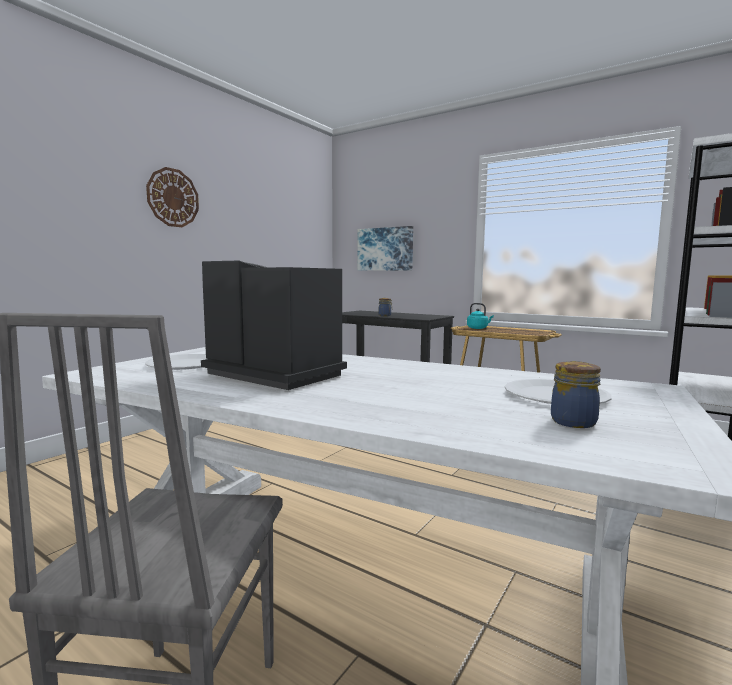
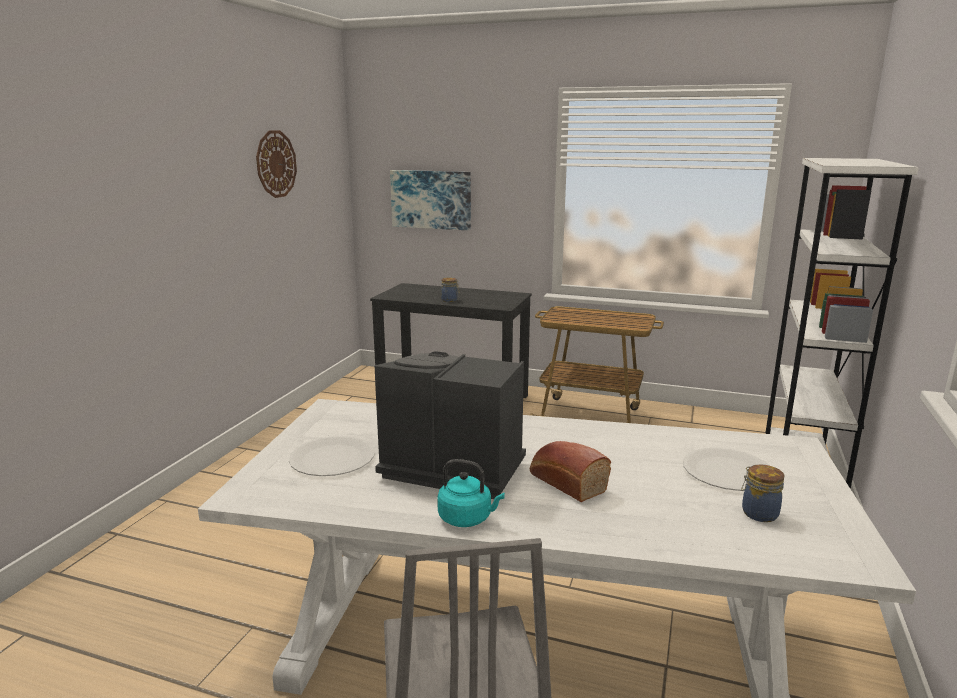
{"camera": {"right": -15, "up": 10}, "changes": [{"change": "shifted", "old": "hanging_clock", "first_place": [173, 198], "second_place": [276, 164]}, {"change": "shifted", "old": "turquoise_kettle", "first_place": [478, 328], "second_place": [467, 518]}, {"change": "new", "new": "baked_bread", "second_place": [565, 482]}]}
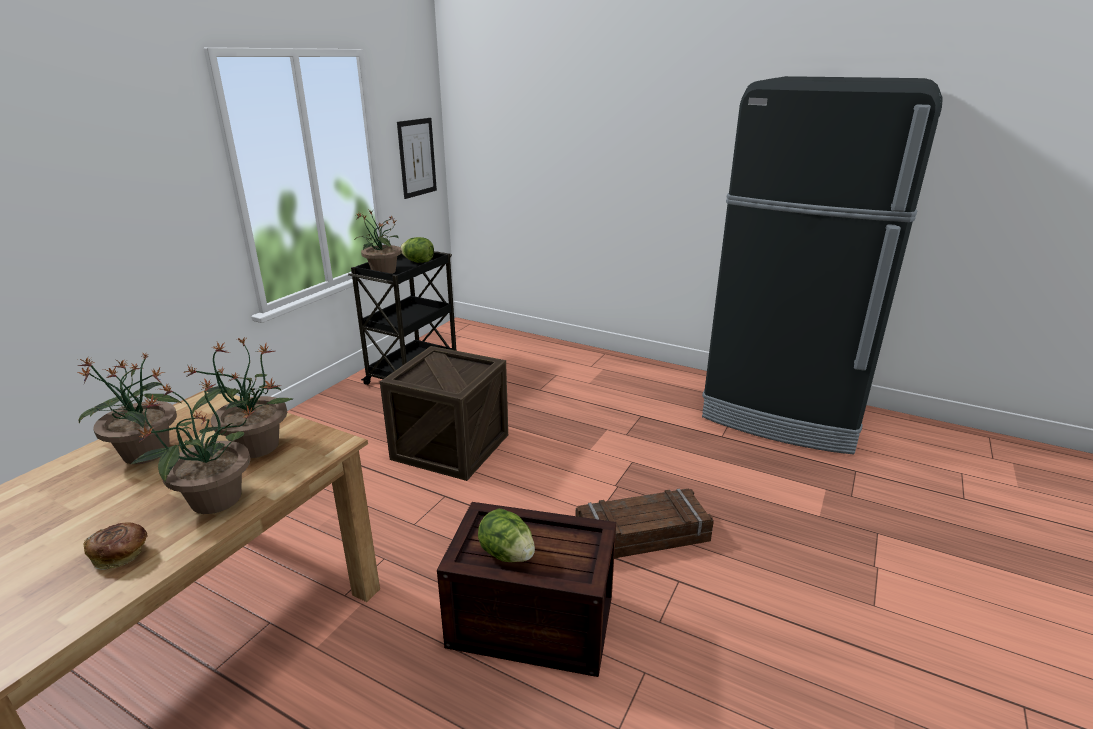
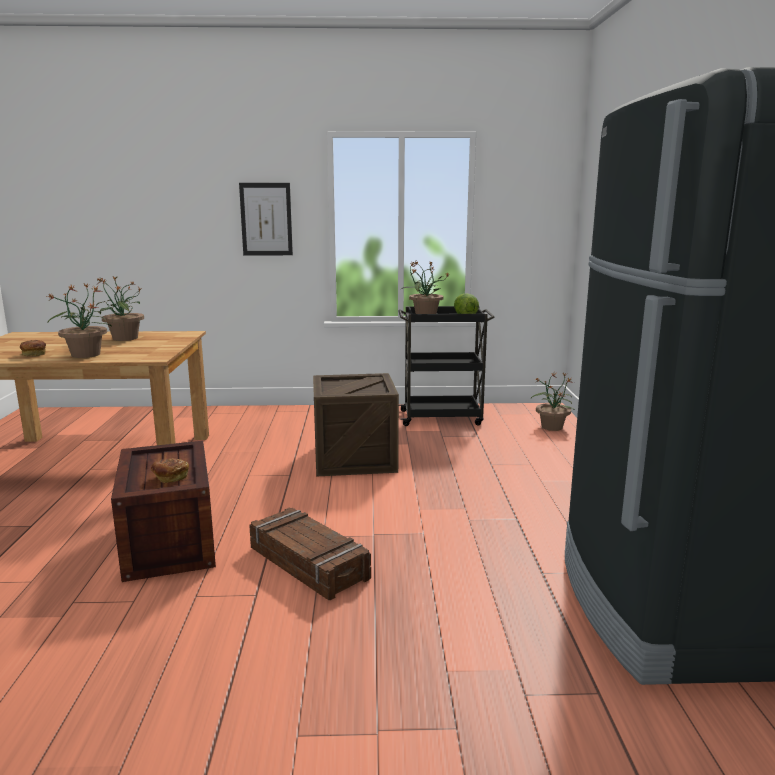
{"camera": {"right": 60, "up": -10}, "changes": [{"change": "shifted", "old": "picture", "first_place": [417, 158], "second_place": [266, 219]}, {"change": "shifted", "old": "plant_in_a_pot", "first_place": [256, 446], "second_place": [551, 427]}, {"change": "gone", "old": "head_of_lettuce", "first_place": [507, 554]}, {"change": "new", "new": "baked_bread", "second_place": [170, 477]}]}
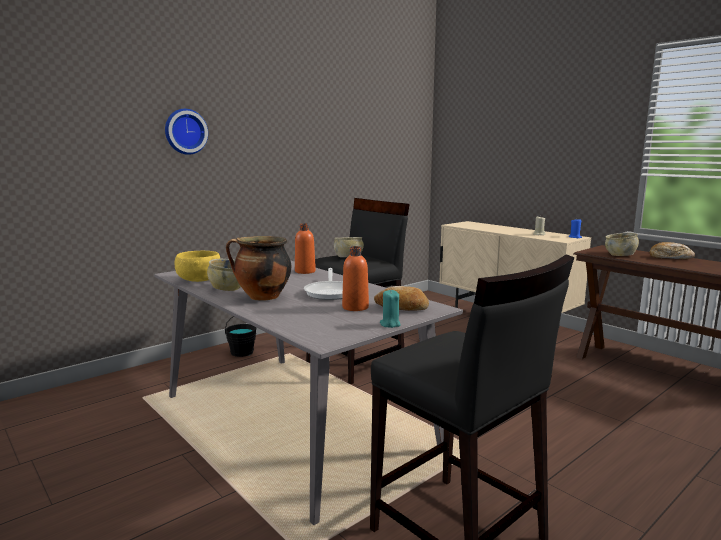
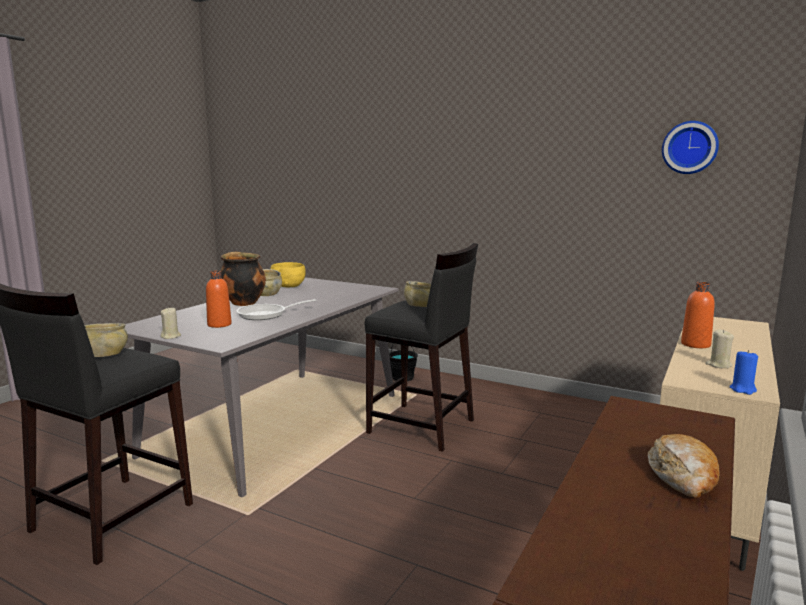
{"camera": {"right": 70, "up": 0}, "changes": [{"change": "shifted", "old": "hanging_clock", "first_place": [185, 131], "second_place": [690, 147]}, {"change": "shifted", "old": "orange_bottle", "first_place": [305, 271], "second_place": [695, 344]}, {"change": "shifted", "old": "beige_deep_dish", "first_place": [620, 255], "second_place": [105, 355]}, {"change": "gone", "old": "baked_bread", "first_place": [401, 307]}, {"change": "repainted", "old": "turquoise_wax_light", "new": "beige_wax_light", "first_place": [390, 324], "second_place": [171, 336]}]}
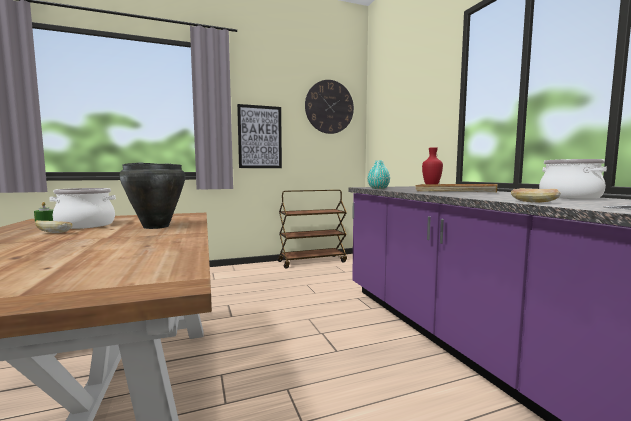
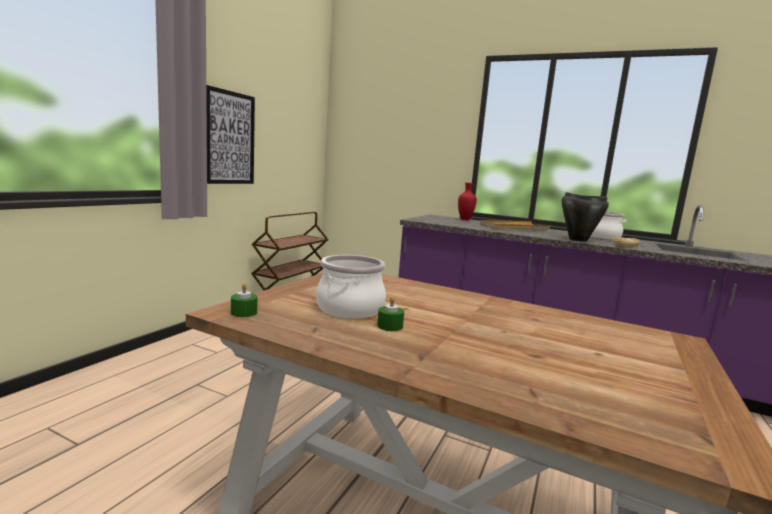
{"camera": {"right": -45, "up": 5}, "changes": [{"change": "gone", "old": "hanging_clock", "first_place": [329, 107]}, {"change": "gone", "old": "turquoise_decorative_vase", "first_place": [378, 188]}, {"change": "shifted", "old": "blackish_stockpot", "first_place": [156, 226], "second_place": [577, 240]}, {"change": "swapped", "old": "baked_bread", "new": "green_wax_light", "first_place": [54, 233], "second_place": [390, 326]}]}
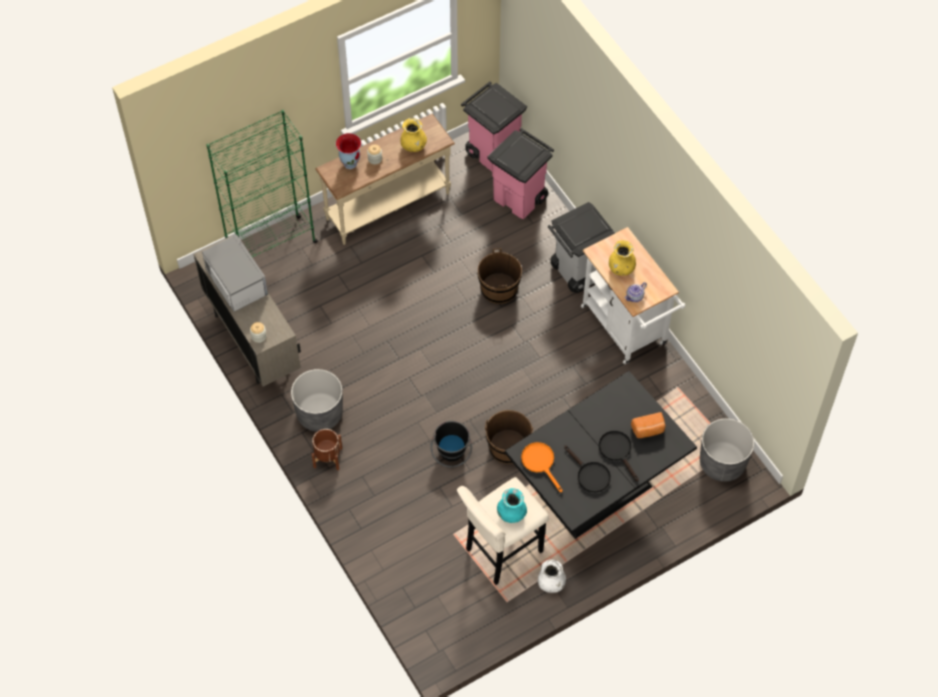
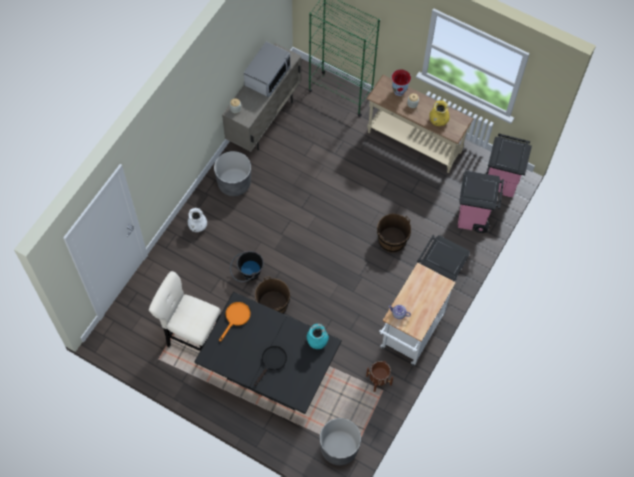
{"camera": {"right": 60, "up": 5}, "changes": [{"change": "gone", "old": "yellowish_decorative_vase", "first_place": [621, 268]}, {"change": "gone", "old": "baked_bread", "first_place": [648, 430]}, {"change": "shifted", "old": "brown-coloured_flower_pot", "first_place": [327, 458], "second_place": [378, 380]}, {"change": "gone", "old": "blackish_skillet", "first_place": [590, 475]}, {"change": "shifted", "old": "turquoise_decorative_vase", "first_place": [511, 514], "second_place": [317, 341]}, {"change": "shifted", "old": "white-coloured_decorative_vase", "first_place": [551, 583], "second_place": [198, 226]}]}
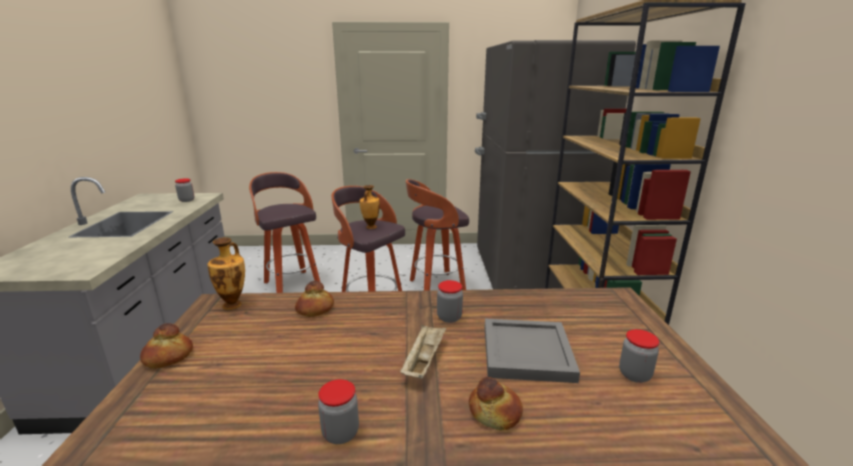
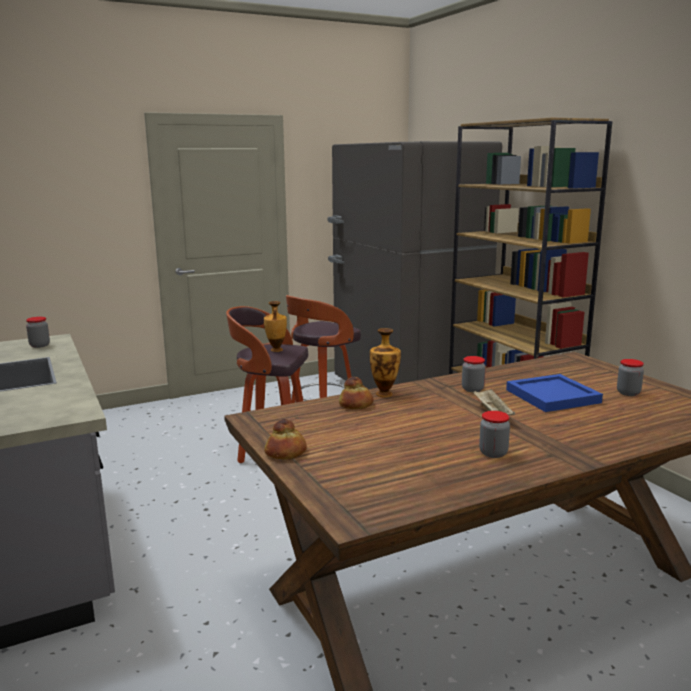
{"camera": {"right": -25, "up": -5}, "changes": [{"change": "gone", "old": "stool_seat", "first_place": [291, 284]}, {"change": "shifted", "old": "decorative_vase", "first_place": [233, 304], "second_place": [384, 393]}, {"change": "repainted", "old": "greyish_carrying_tray", "new": "blue_carrying_tray", "first_place": [528, 352], "second_place": [552, 395]}, {"change": "gone", "old": "baked_bread", "first_place": [495, 412]}]}
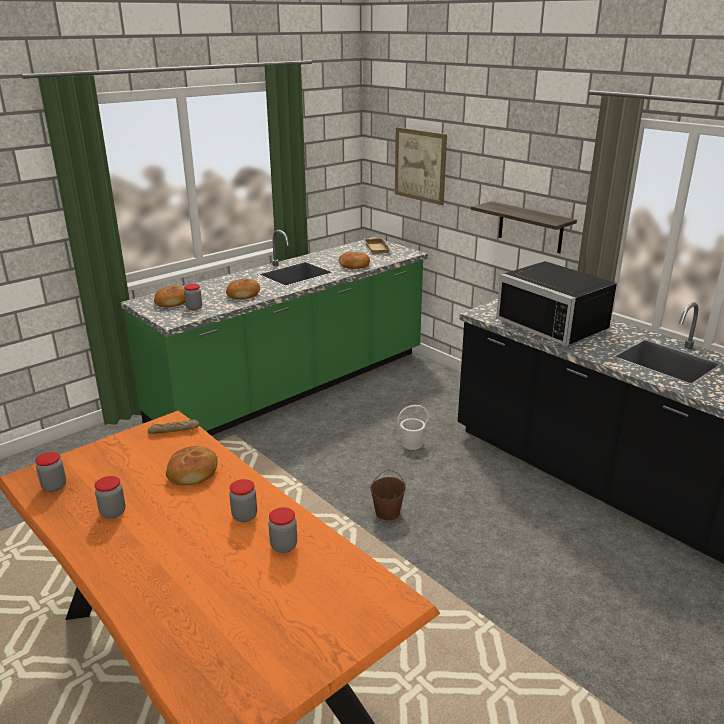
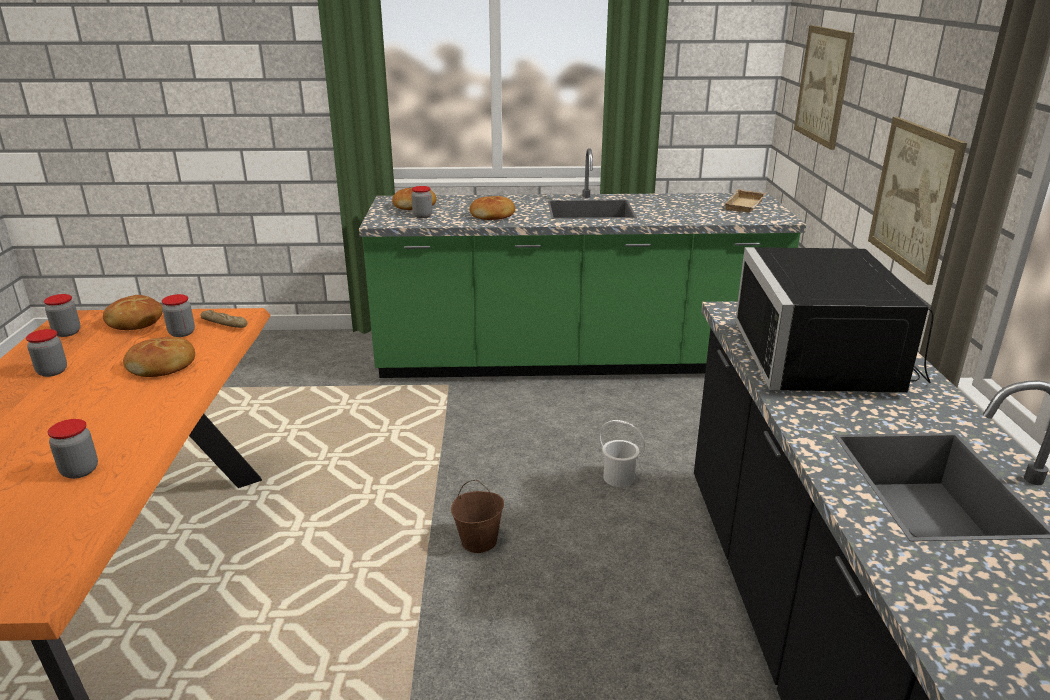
{"camera": {"right": 40, "up": 0}, "changes": [{"change": "swapped", "old": "bracket_shelf", "new": "picture", "first_place": [530, 227], "second_place": [914, 197]}, {"change": "shifted", "old": "baked_bread", "first_place": [354, 265], "second_place": [135, 322]}, {"change": "shifted", "old": "preserve_jar", "first_place": [244, 516], "second_place": [182, 333]}]}
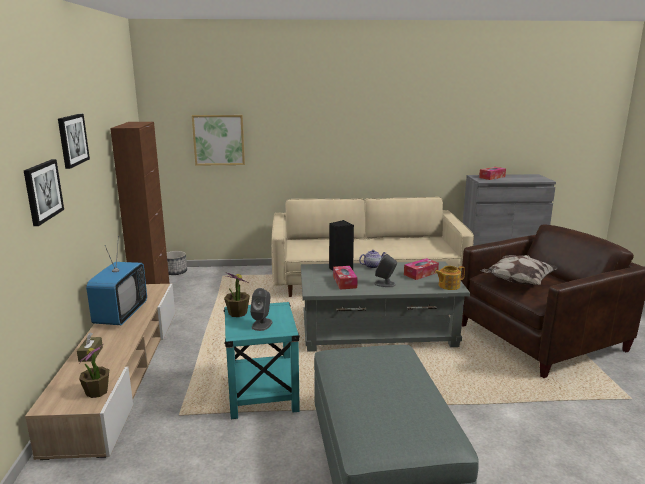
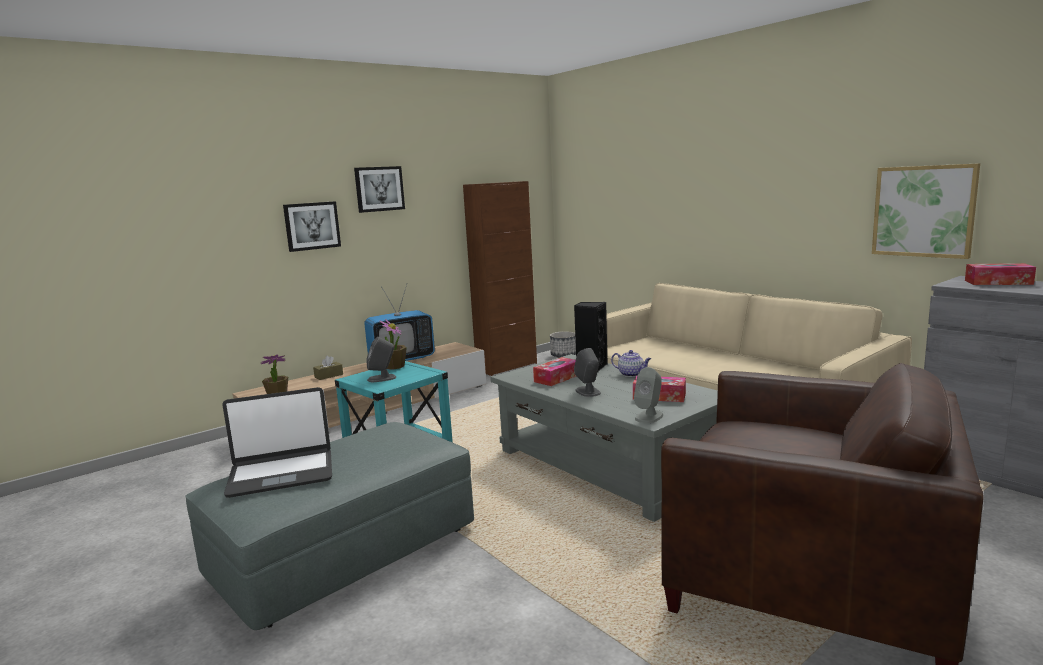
{"camera": {"right": 55, "up": -5}, "changes": [{"change": "shifted", "old": "picture", "first_place": [219, 140], "second_place": [923, 211]}, {"change": "gone", "old": "pillow", "first_place": [517, 282]}, {"change": "swapped", "old": "pot_for_tea", "new": "greyish_loudspeaker", "first_place": [448, 286], "second_place": [649, 416]}, {"change": "new", "new": "notebook_computer", "second_place": [281, 474]}]}
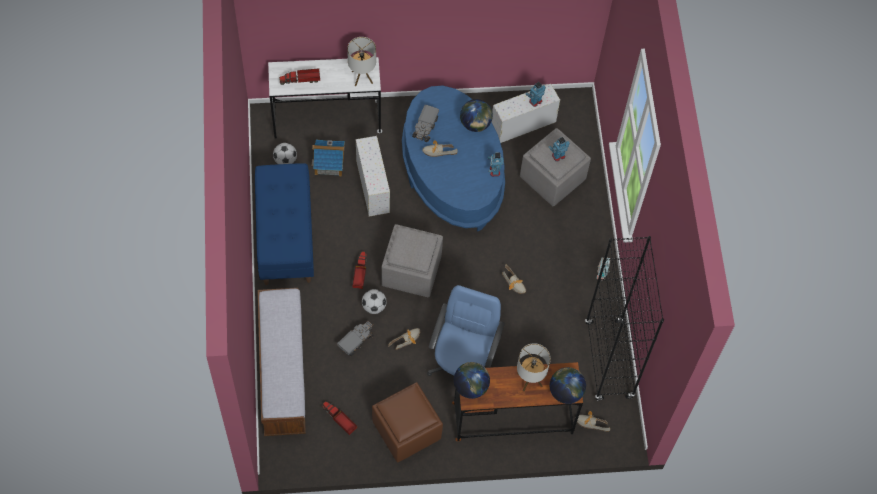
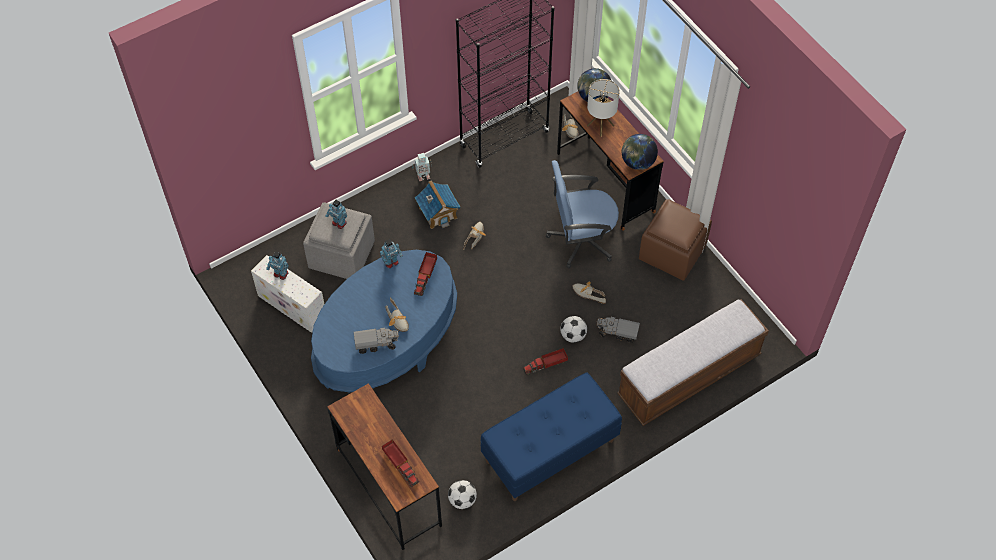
{"camera": {"right": -115, "up": -5}, "changes": [{"change": "gone", "old": "tabletop_lamp", "first_place": [362, 77]}, {"change": "repainted", "old": "white-coloured_desk", "new": "brown-coloured_desk", "first_place": [327, 119], "second_place": [388, 487]}, {"change": "gone", "old": "desk_globe", "first_place": [475, 124]}, {"change": "gone", "old": "white-coloured_storage_box", "first_place": [372, 185]}, {"change": "shifted", "old": "model_house", "first_place": [329, 163], "second_place": [438, 212]}, {"change": "gone", "old": "greyish_pouffe", "first_place": [412, 271]}, {"change": "shifted", "old": "model_truck", "first_place": [339, 419], "second_place": [425, 276]}]}
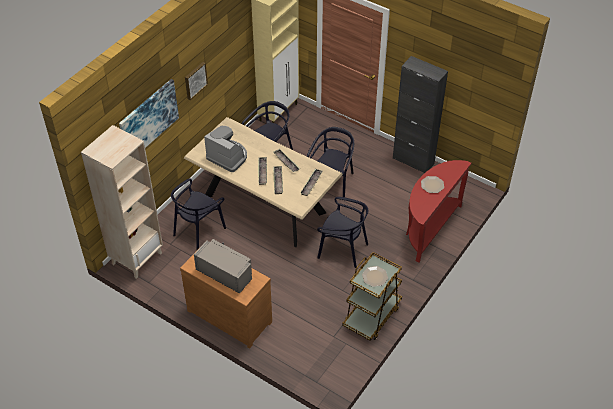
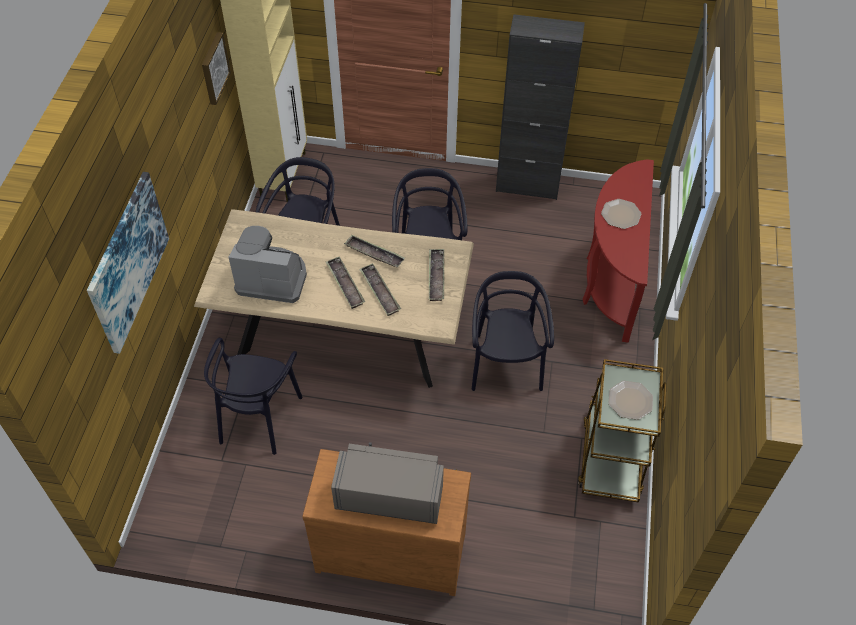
{"camera": {"right": -25, "up": 5}, "changes": [{"change": "shifted", "old": "picture", "first_place": [195, 80], "second_place": [213, 68]}, {"change": "gone", "old": "beige_bookcase", "first_place": [137, 258]}, {"change": "rotated", "old": "blackish_chair", "first_place": [342, 249], "second_place": [505, 363], "degrees": -90}]}
